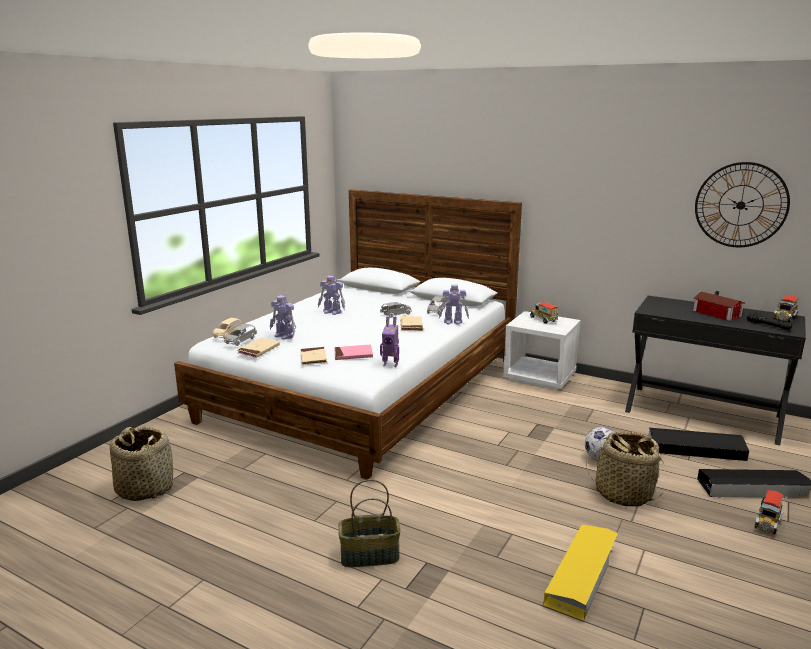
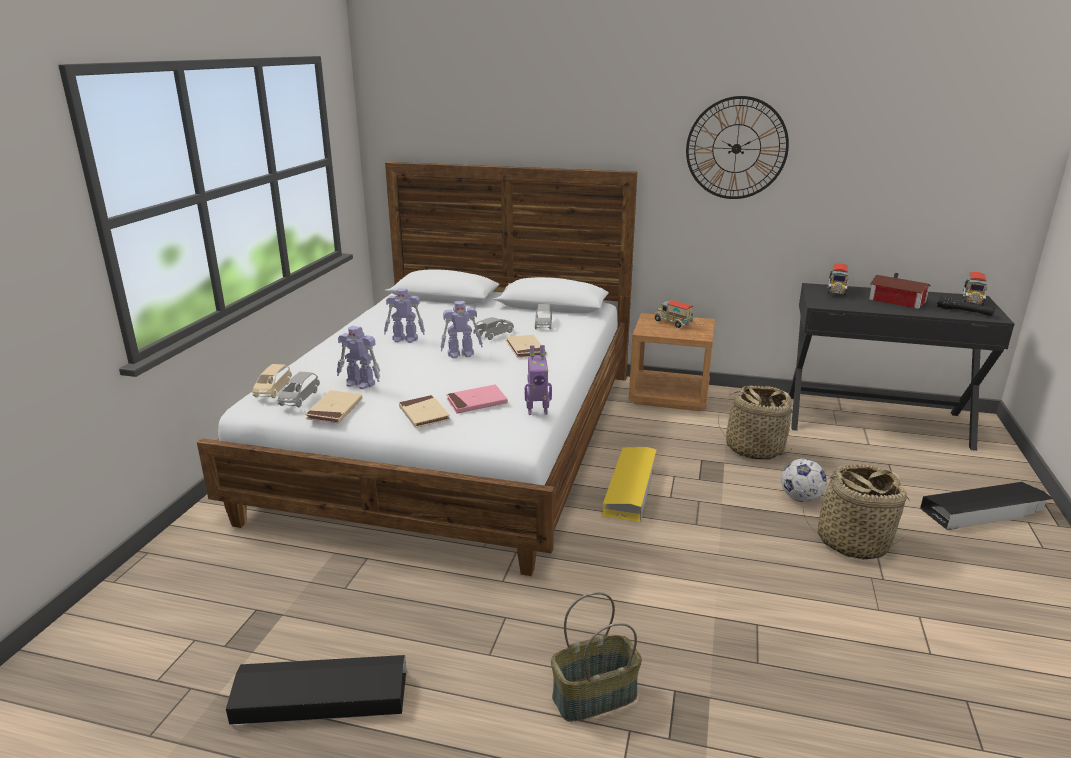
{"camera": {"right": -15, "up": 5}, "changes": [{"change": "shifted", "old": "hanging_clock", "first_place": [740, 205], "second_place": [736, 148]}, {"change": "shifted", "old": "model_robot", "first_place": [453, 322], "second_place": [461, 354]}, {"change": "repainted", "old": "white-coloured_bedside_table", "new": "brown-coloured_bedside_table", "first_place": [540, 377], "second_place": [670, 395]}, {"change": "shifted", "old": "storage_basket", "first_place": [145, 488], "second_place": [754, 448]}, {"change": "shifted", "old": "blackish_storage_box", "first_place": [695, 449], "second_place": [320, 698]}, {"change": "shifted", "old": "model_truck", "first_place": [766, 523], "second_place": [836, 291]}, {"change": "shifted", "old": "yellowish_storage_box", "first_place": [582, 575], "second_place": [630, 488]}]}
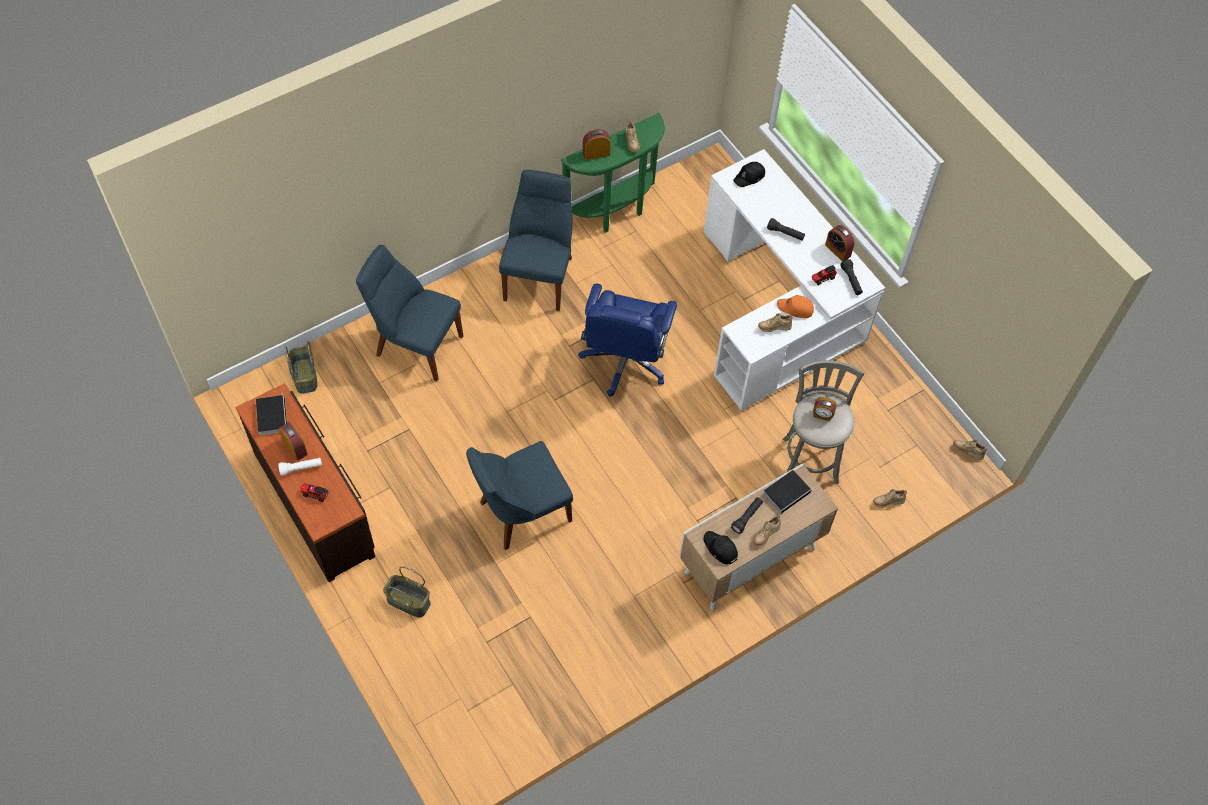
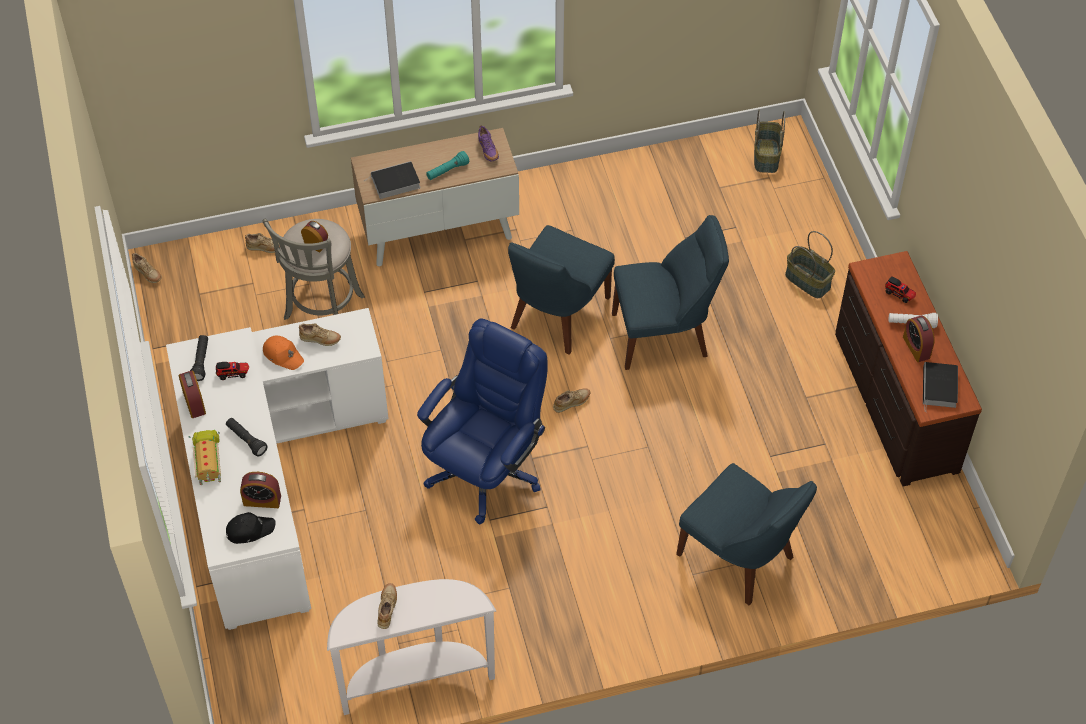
{"camera": {"right": -160, "up": -5}, "changes": [{"change": "repainted", "old": "green_console_table", "new": "white-coloured_console_table", "first_place": [616, 212], "second_place": [415, 679]}, {"change": "shifted", "old": "bedside_clock", "first_place": [596, 153], "second_place": [262, 500]}, {"change": "shifted", "old": "blue_chair", "first_place": [540, 275], "second_place": [557, 315]}, {"change": "shifted", "old": "storage_basket", "first_place": [304, 376], "second_place": [767, 156]}, {"change": "repainted", "old": "blackish_hand_torch", "new": "turquoise_hand_torch", "first_place": [747, 517], "second_place": [447, 171]}, {"change": "shifted", "old": "beige_shoe", "first_place": [765, 535], "second_place": [572, 403]}, {"change": "swapped", "old": "blackish_baseball_cap", "new": "purple-coloured_shoe", "first_place": [720, 549], "second_place": [488, 151]}, {"change": "new", "new": "model_truck", "second_place": [208, 460]}]}
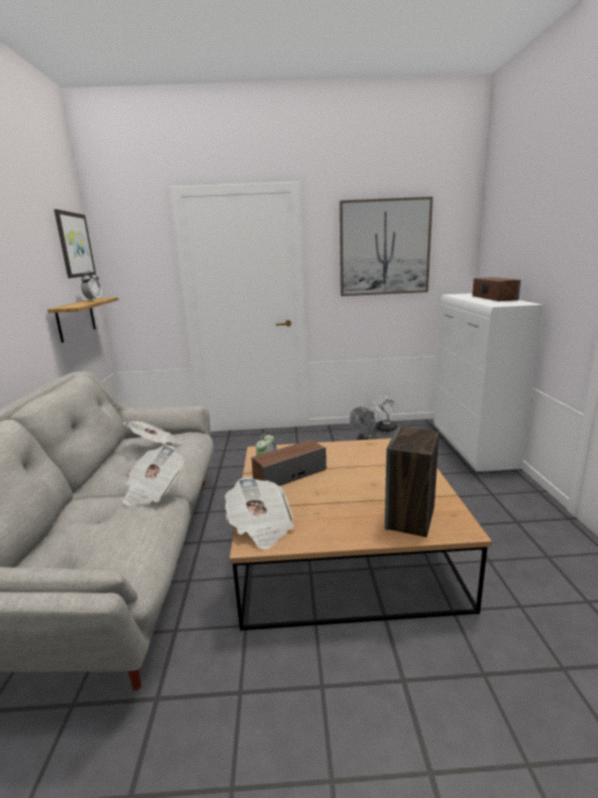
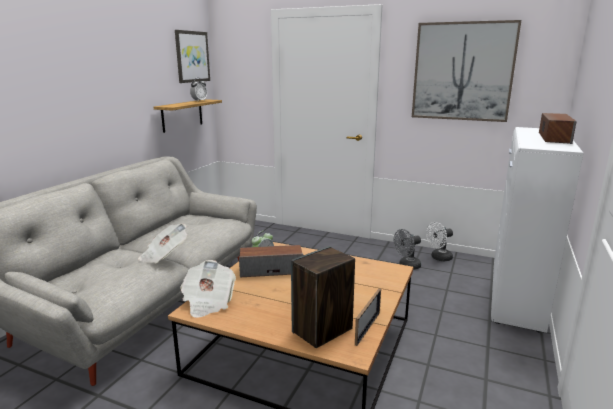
{"camera": {"right": 25, "up": 0}, "changes": [{"change": "gone", "old": "daily_paper", "first_place": [155, 445]}, {"change": "new", "new": "picture_frame", "second_place": [367, 328]}]}
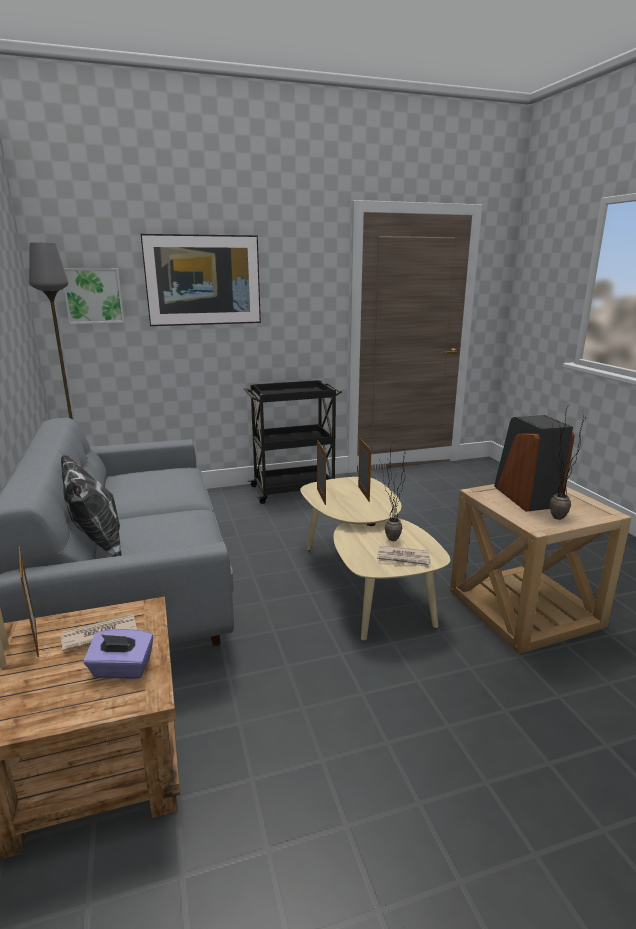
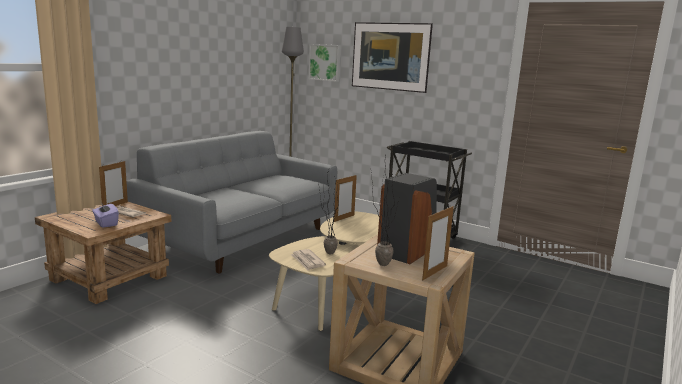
{"camera": {"right": 50, "up": -5}, "changes": [{"change": "shifted", "old": "picture_frame", "first_place": [363, 494], "second_place": [434, 272]}, {"change": "gone", "old": "pillow", "first_place": [97, 547]}]}
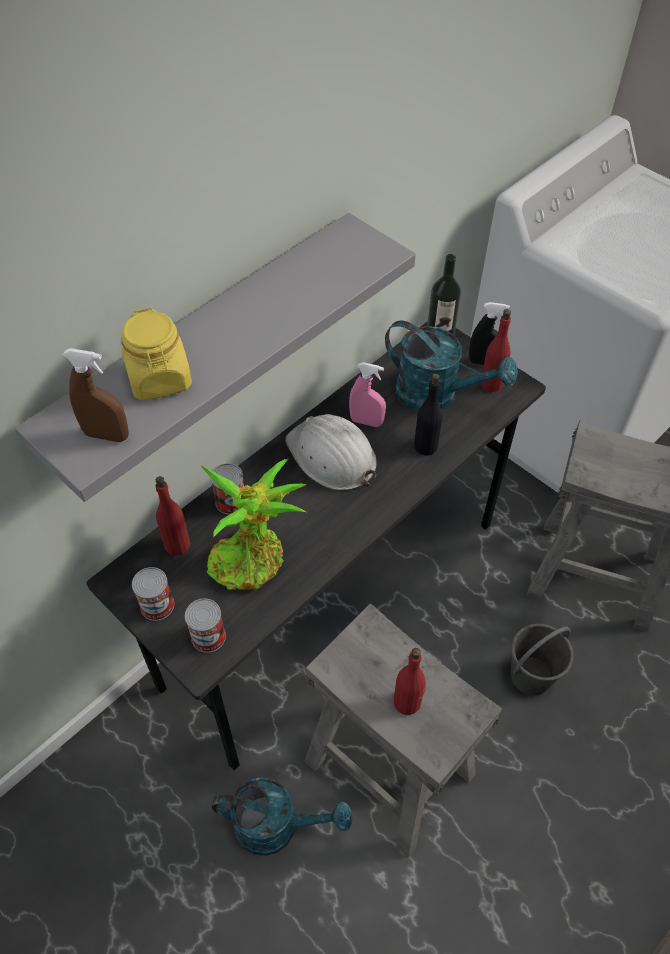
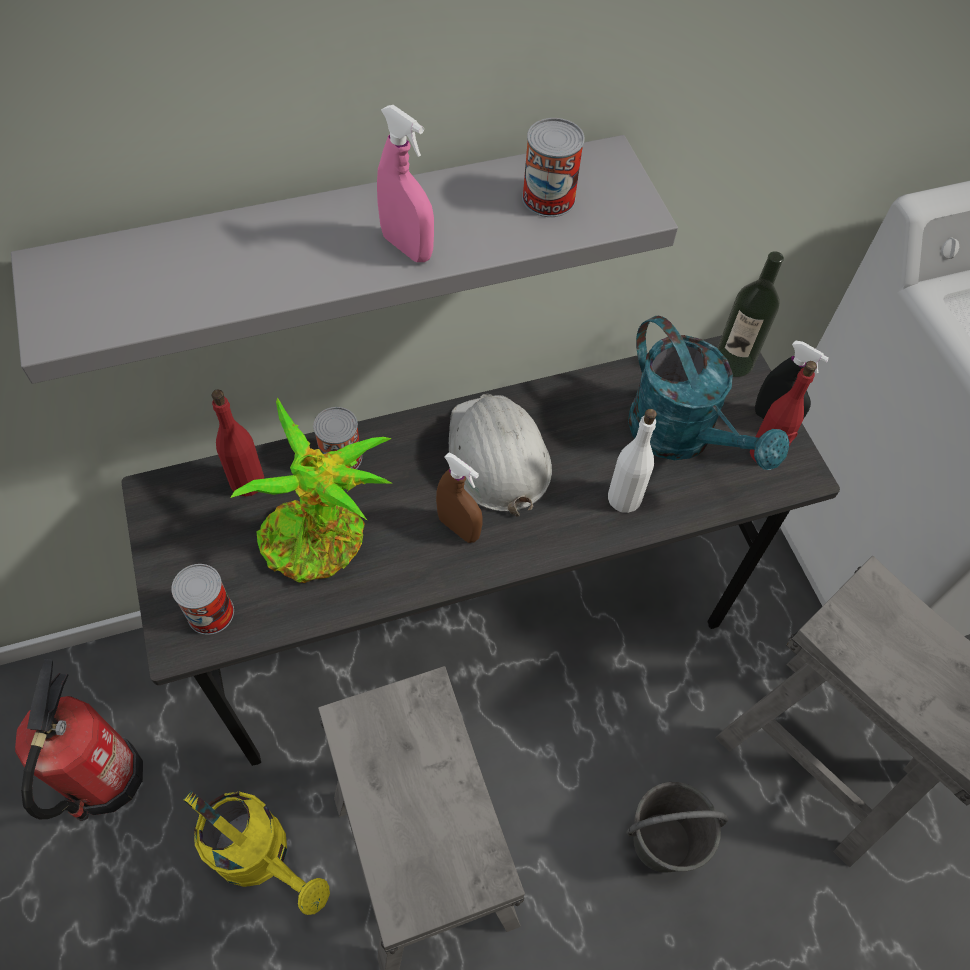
{"camera": {"right": 25, "up": 5}, "changes": [{"change": "gone", "old": "yellowish_preserve_jar", "first_place": [160, 379]}, {"change": "shifted", "old": "brown-coloured_spray_bottle", "first_place": [106, 435], "second_place": [459, 528]}, {"change": "shifted", "old": "pink-coloured_spray_bottle", "first_place": [366, 421], "second_place": [407, 247]}, {"change": "repainted", "old": "blackish_bottle", "new": "white-coloured_bottle", "first_place": [425, 446], "second_place": [624, 498]}, {"change": "shifted", "old": "sealed_can", "first_place": [157, 605], "second_place": [548, 198]}, {"change": "gone", "old": "reddish_bottle", "first_place": [407, 702]}, {"change": "repainted", "old": "turquoise_watering_pot", "new": "yellowish_watering_pot", "first_place": [277, 826], "second_place": [262, 856]}, {"change": "new", "new": "extinguisher", "second_place": [104, 778]}]}
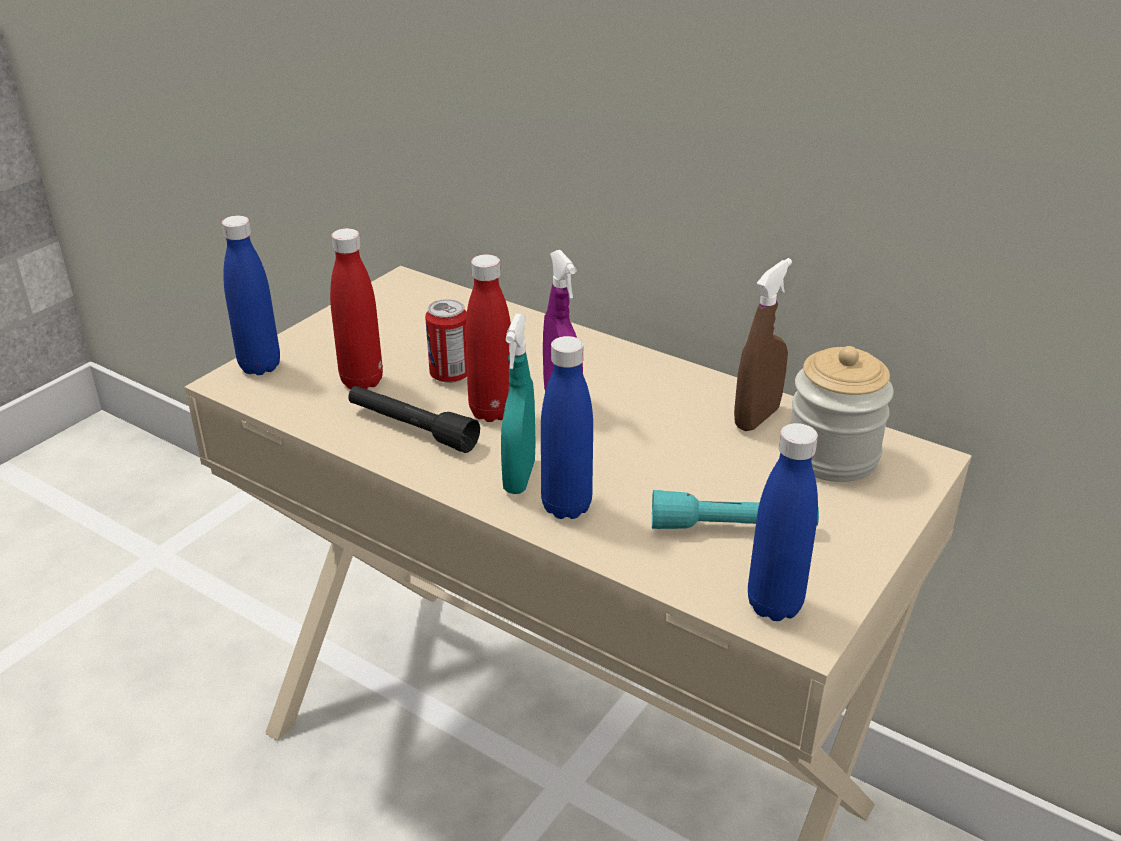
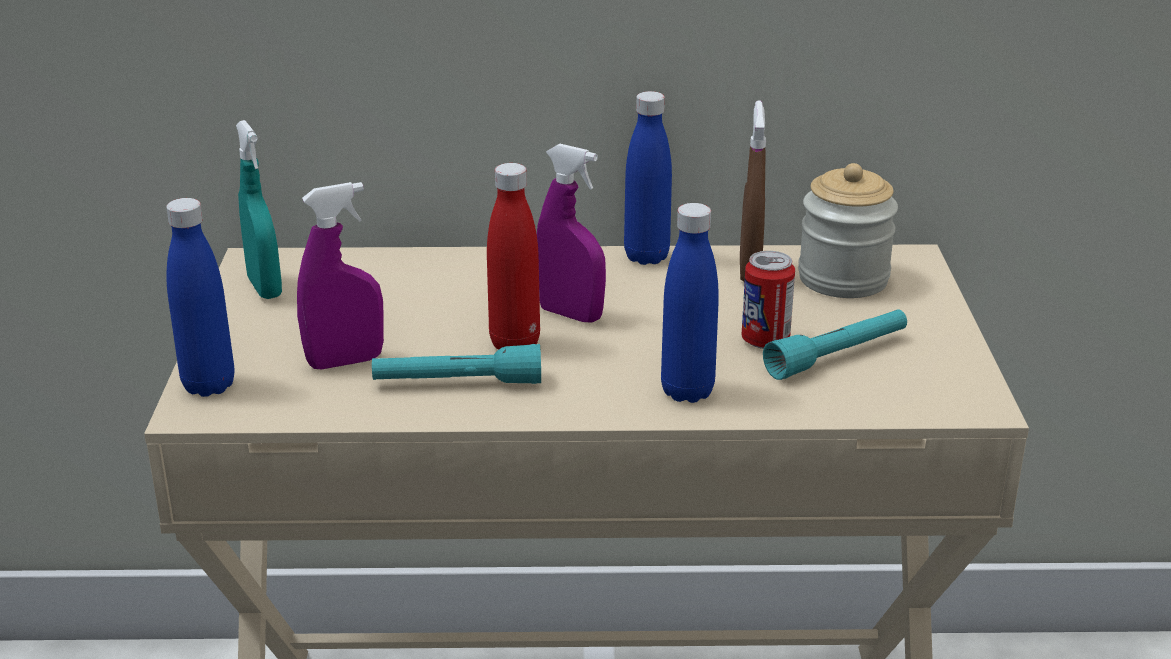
{"camera": {"right": -35, "up": -5}, "changes": [{"change": "swapped", "old": "reddish_bottle", "new": "purple-coloured_spray_bottle", "first_place": [362, 381], "second_place": [345, 361]}, {"change": "shifted", "old": "sealed_can", "first_place": [450, 375], "second_place": [765, 341]}, {"change": "shifted", "old": "turquoise_spray_bottle", "first_place": [519, 477], "second_place": [265, 288]}, {"change": "repainted", "old": "blackish_hand_torch", "new": "turquoise_hand_torch", "first_place": [411, 429], "second_place": [457, 383]}, {"change": "shifted", "old": "blue_bottle", "first_place": [774, 605], "second_place": [646, 257]}]}
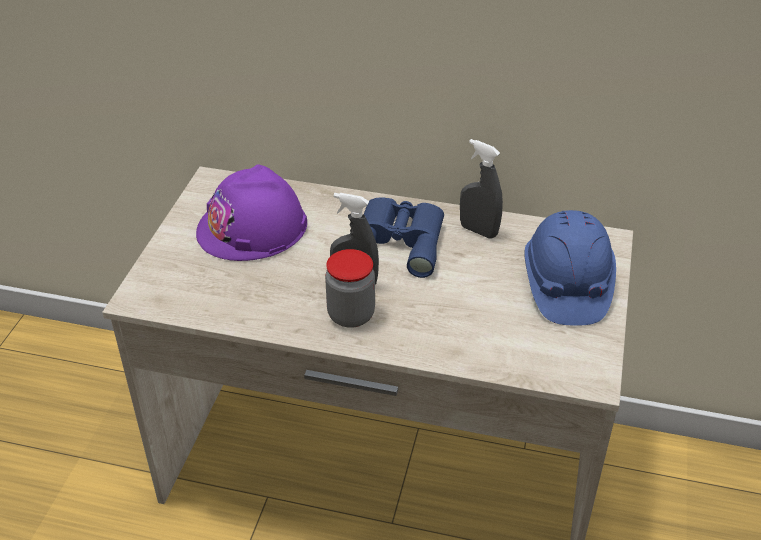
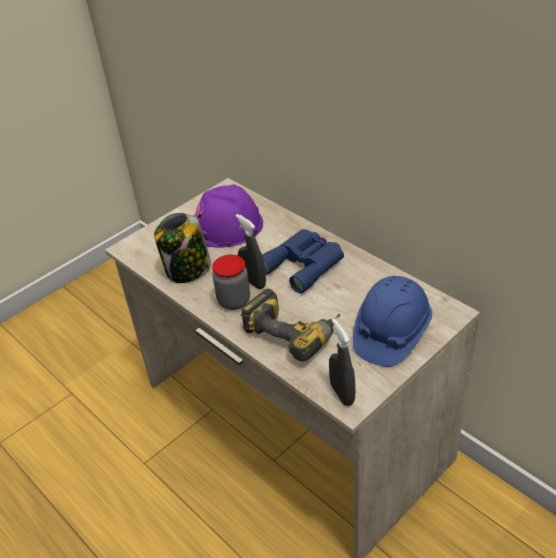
{"camera": {"right": 35, "up": 0}, "changes": [{"change": "shifted", "old": "greyish_spray_bottle", "first_place": [478, 231], "second_place": [342, 394]}, {"change": "new", "new": "preserve_jar", "second_place": [187, 270]}, {"change": "new", "new": "drill", "second_place": [294, 332]}]}
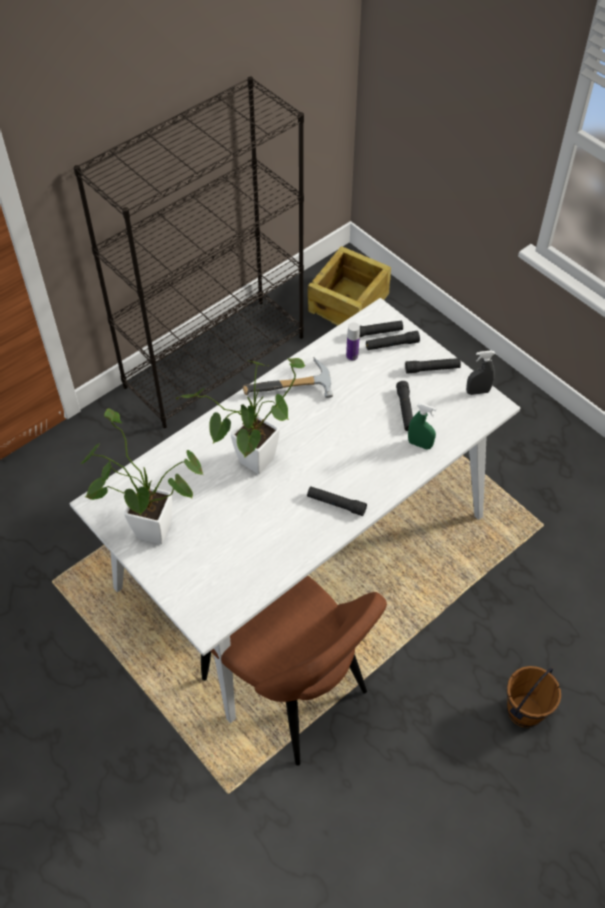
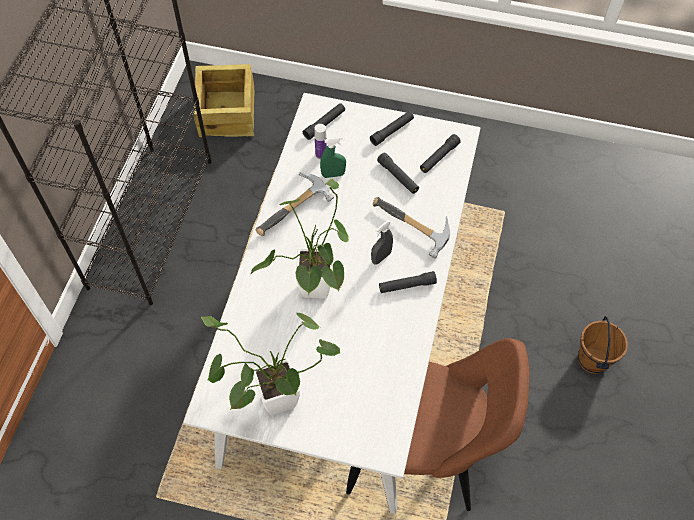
{"camera": {"right": -35, "up": 5}, "changes": [{"change": "shifted", "old": "blackish_hand_torch", "first_place": [392, 345], "second_place": [439, 157]}, {"change": "shifted", "old": "greyish_spray_bottle", "first_place": [477, 391], "second_place": [381, 257]}, {"change": "shifted", "old": "green_spray_bottle", "first_place": [420, 444], "second_place": [333, 174]}, {"change": "new", "new": "hammer", "second_place": [411, 230]}]}
